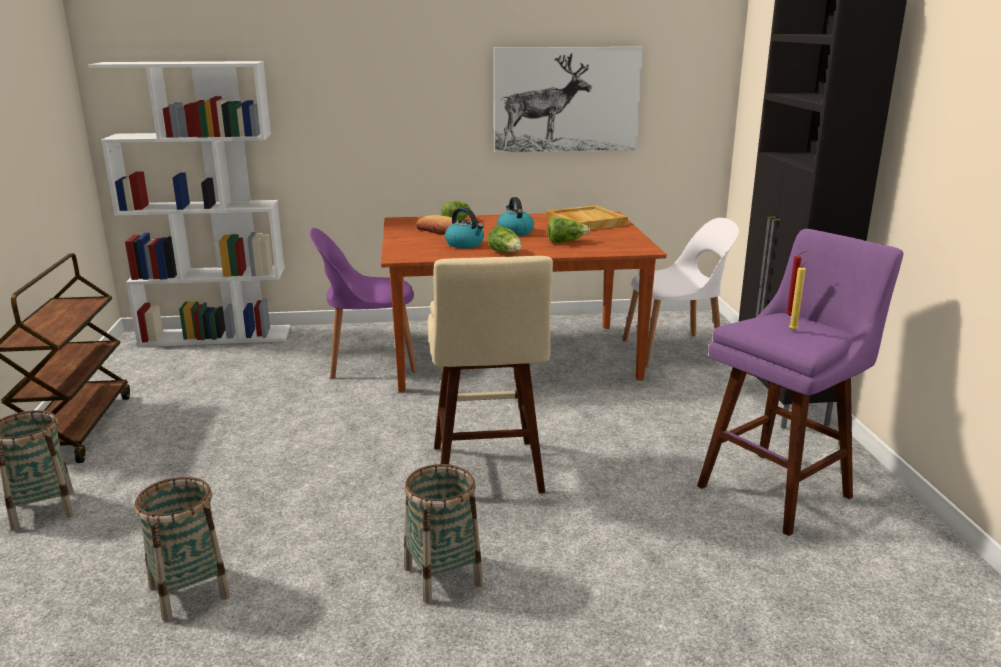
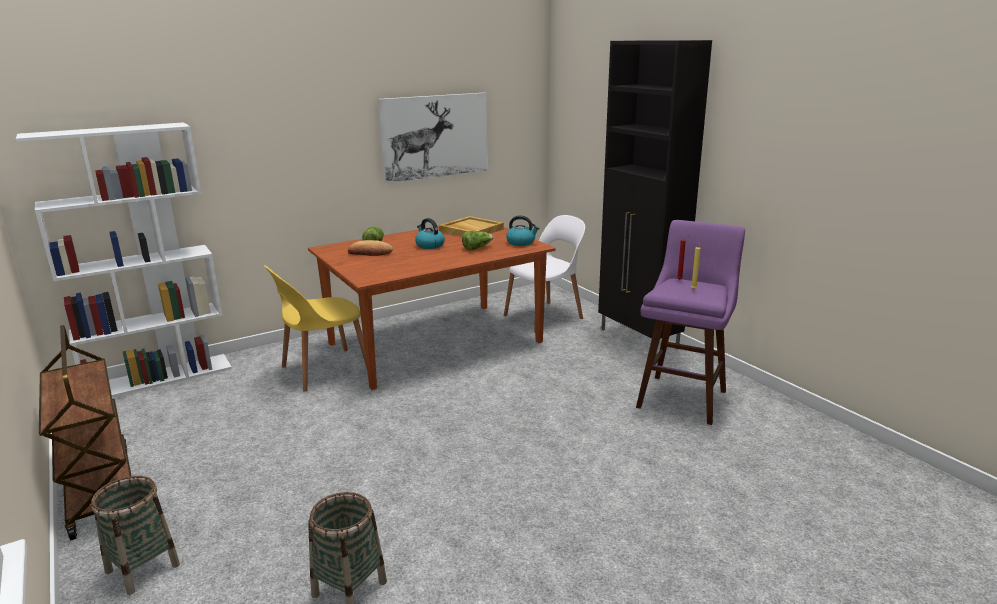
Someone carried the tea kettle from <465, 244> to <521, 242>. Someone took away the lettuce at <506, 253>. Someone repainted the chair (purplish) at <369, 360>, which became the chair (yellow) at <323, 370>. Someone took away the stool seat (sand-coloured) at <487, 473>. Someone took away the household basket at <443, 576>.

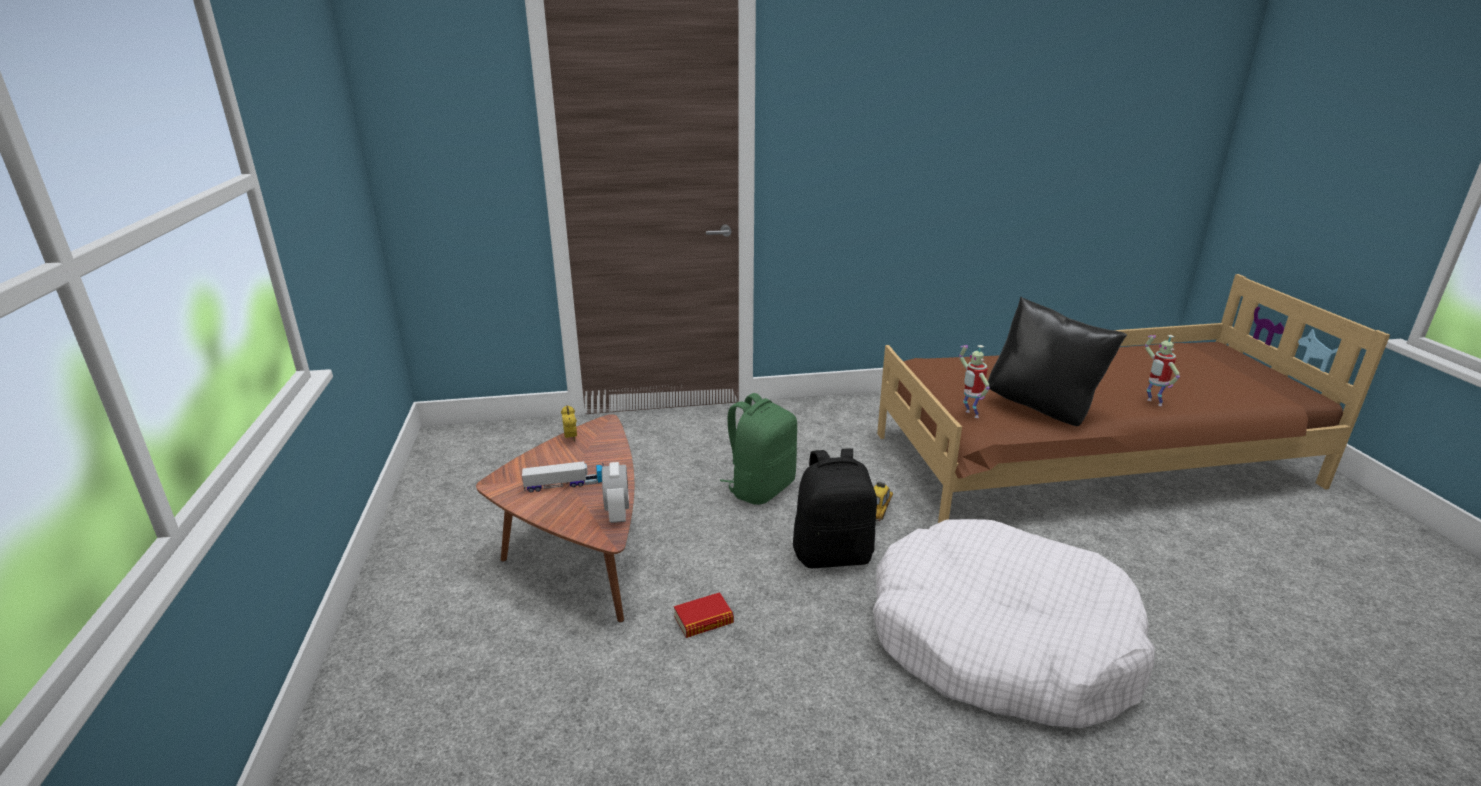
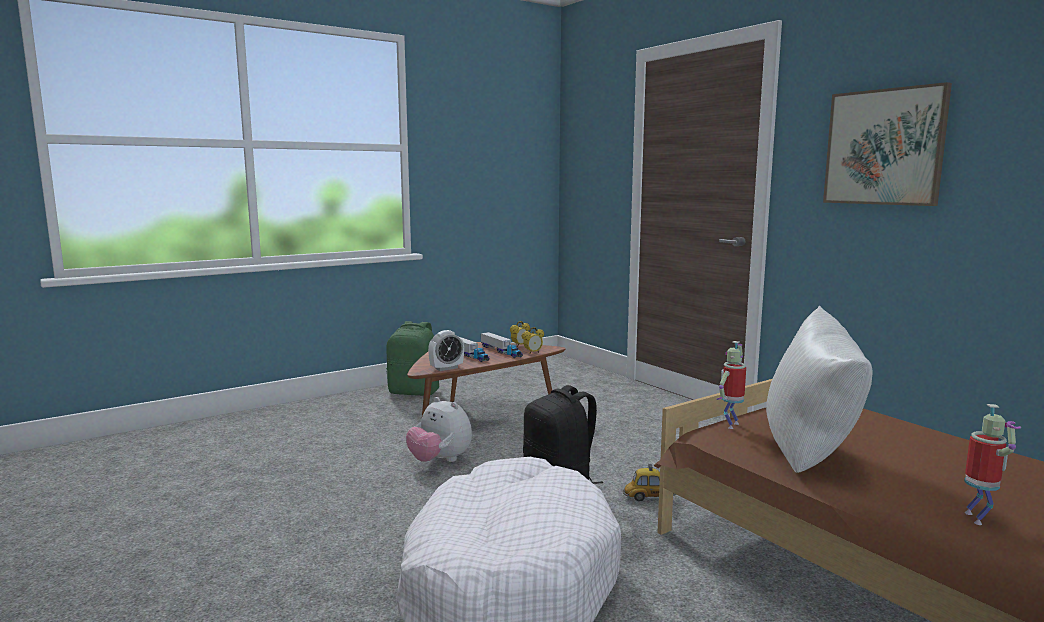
Someone repainted the throw pillow (black-coloured) at <1043, 409>, which became the throw pillow (white-coloured) at <812, 455>. Someone rotated the robot figure at <1152, 403> by 150 degrees clockwise. Someone carried the backpack (greenish) from <760, 488> to <414, 392>. Someone swapped the volume at <703, 620> for the plush toy at <440, 461>. Someone put up the wall picture at <884, 147>. Someone put down the bedside clock at <533, 353>. Someone put down the model truck at <501, 351>.

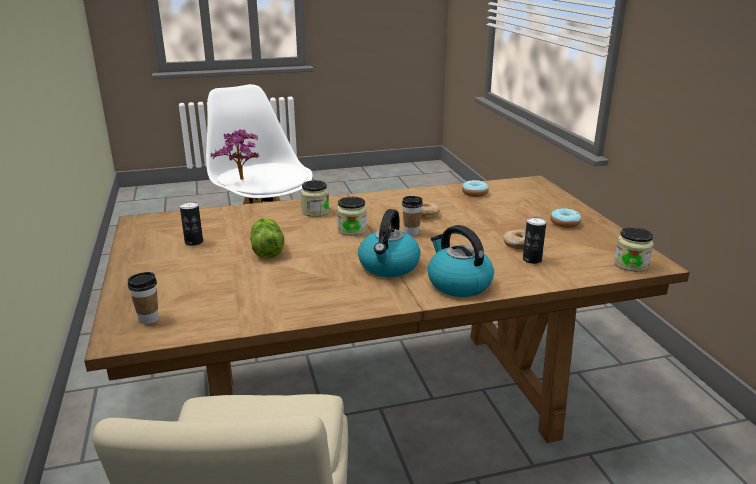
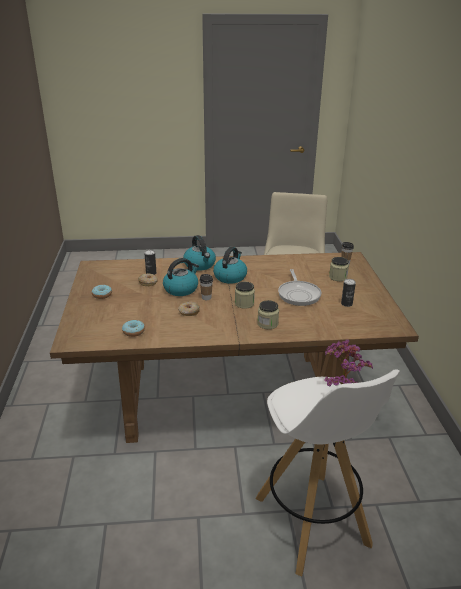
Someone swapped the lettuce at <267, 249> for the pan at <298, 294>. Someone carried the storage jar from <631, 264> to <338, 277>. Someone put down the tea kettle at <181, 289>.

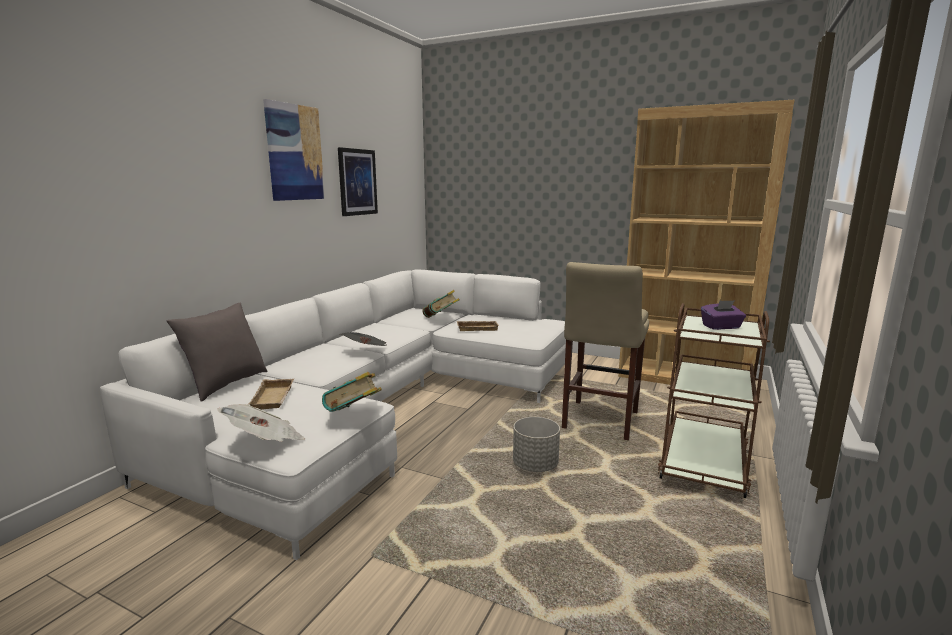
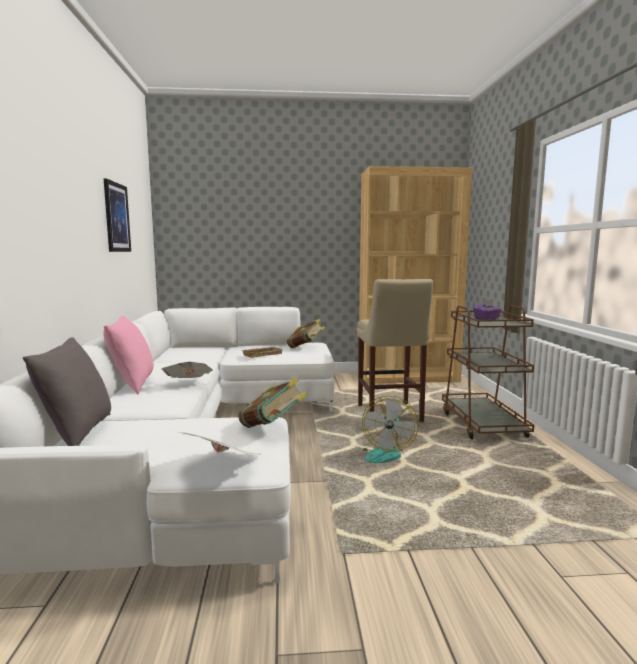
Someone took away the wall picture at <295, 153>. Someone carried the volume from <440, 319> to <305, 347>. Someone took away the carrying tray (sand-coloured) at <274, 398>. Someone swapped the flower pot (greyish) at <535, 466> for the cooling fan at <384, 453>. Someone put down the throw pillow (pink) at <132, 385>.

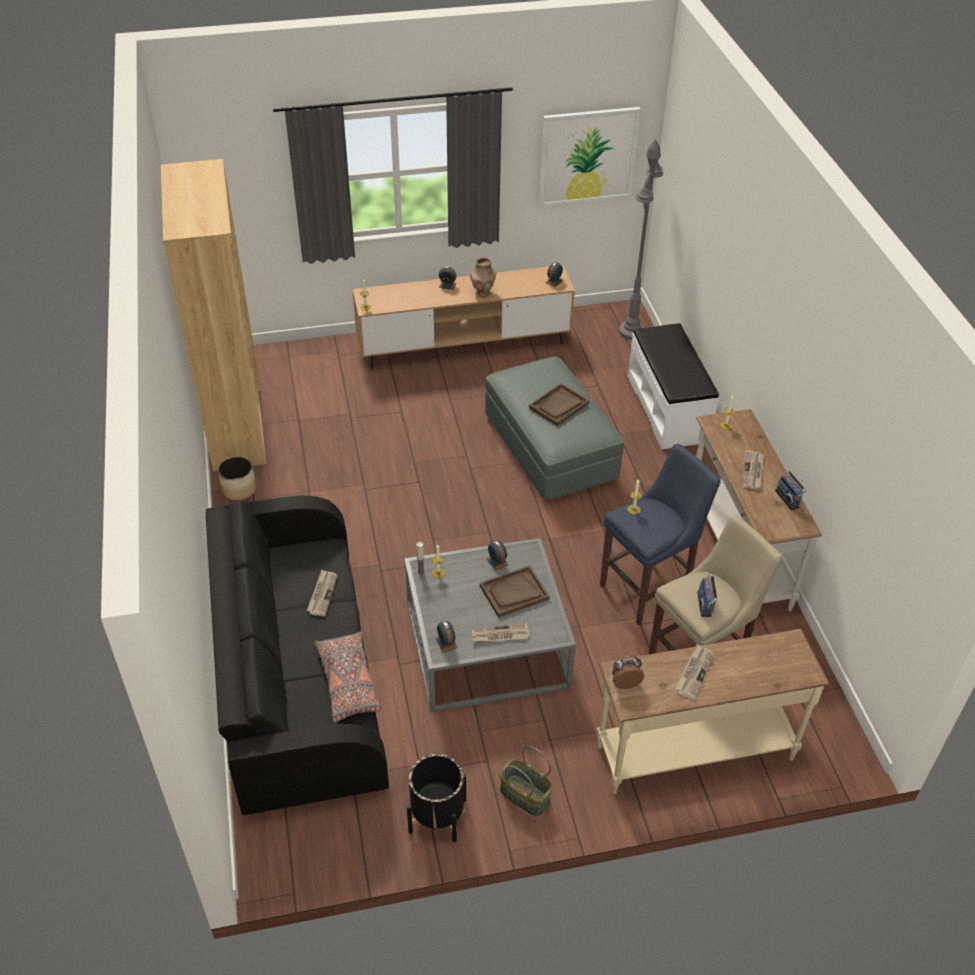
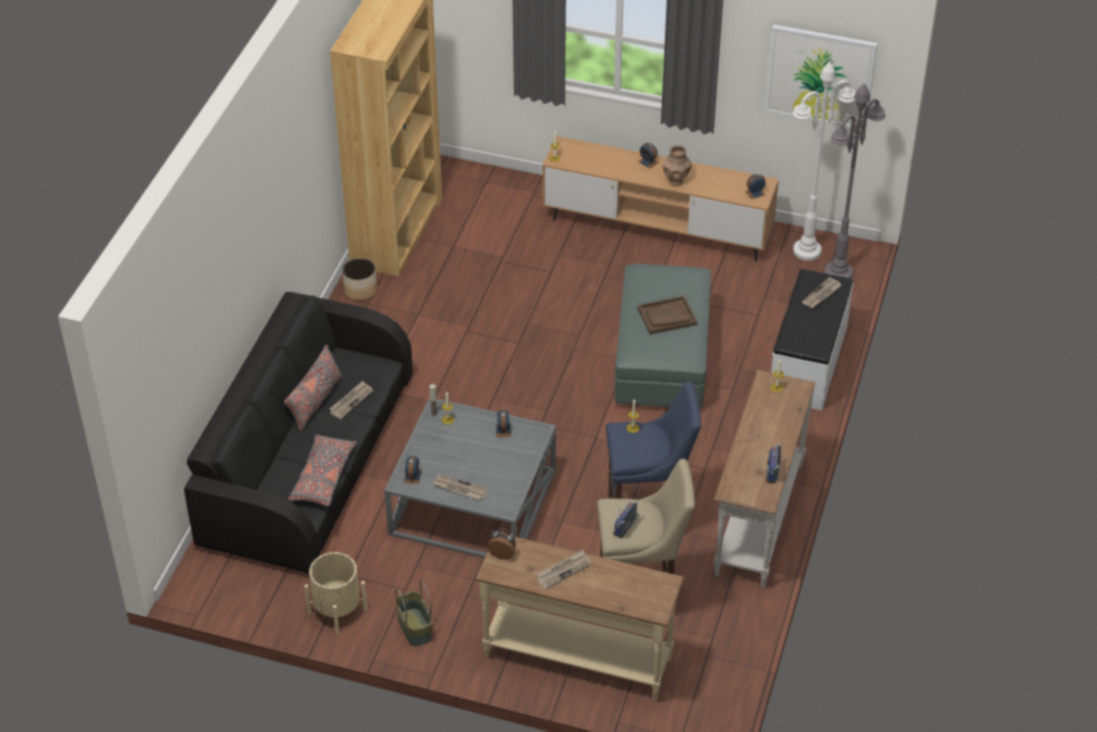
Someone carried the newspaper from <753, 471> to <821, 294>. Someone took away the carrying tray (brown) at <514, 593>. Someone repainted the flower pot (black-coloured) at <437, 816>, which became the flower pot (sand-coloured) at <337, 611>. Someone put down the standard lamp (white-coloured) at <807, 250>. Someone put down the throw pillow (greyish) at <315, 402>.

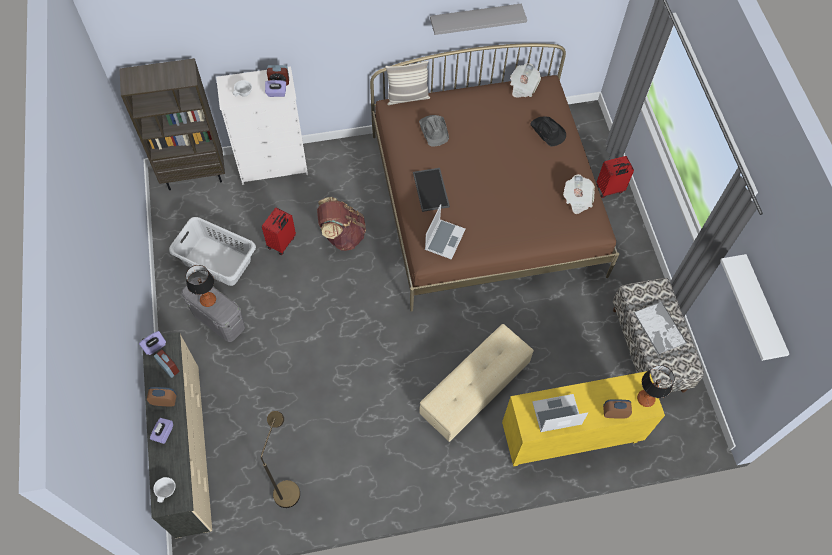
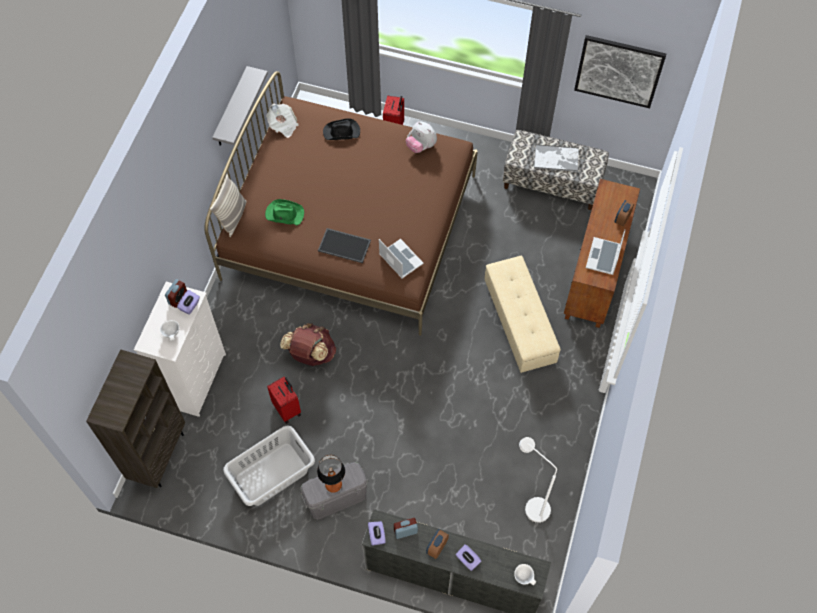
Someone repainted the wearable hat (greyish) at <434, 130>, which became the wearable hat (greenish) at <284, 214>. Someone swapped the newspaper at <577, 199> for the plush toy at <421, 146>. Someone swapped the bracket shelf (white-coloured) at <761, 309> for the wall picture at <619, 71>. Someone took away the table lamp at <645, 399>. Someone repainted the cupboard (yellow) at <569, 436>, which became the cupboard (brown) at <595, 276>. Someone repainted the standard lamp (brown) at <288, 486>, which became the standard lamp (white-coloured) at <531, 506>.

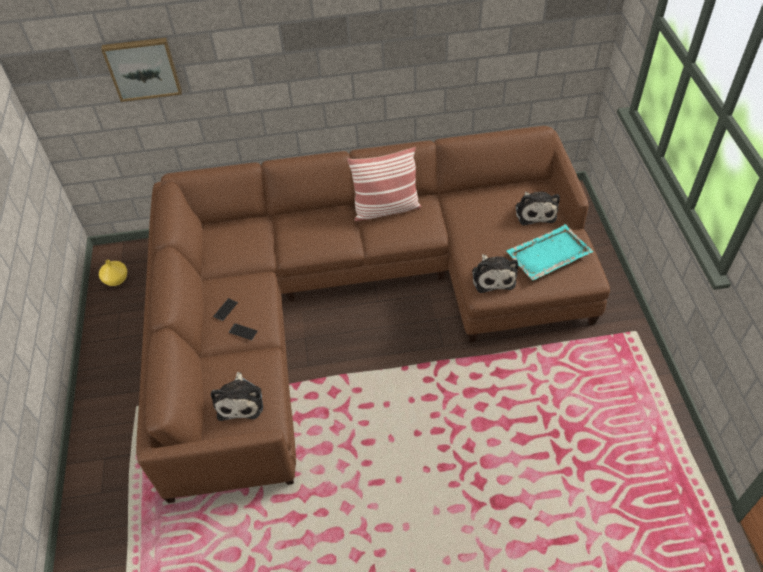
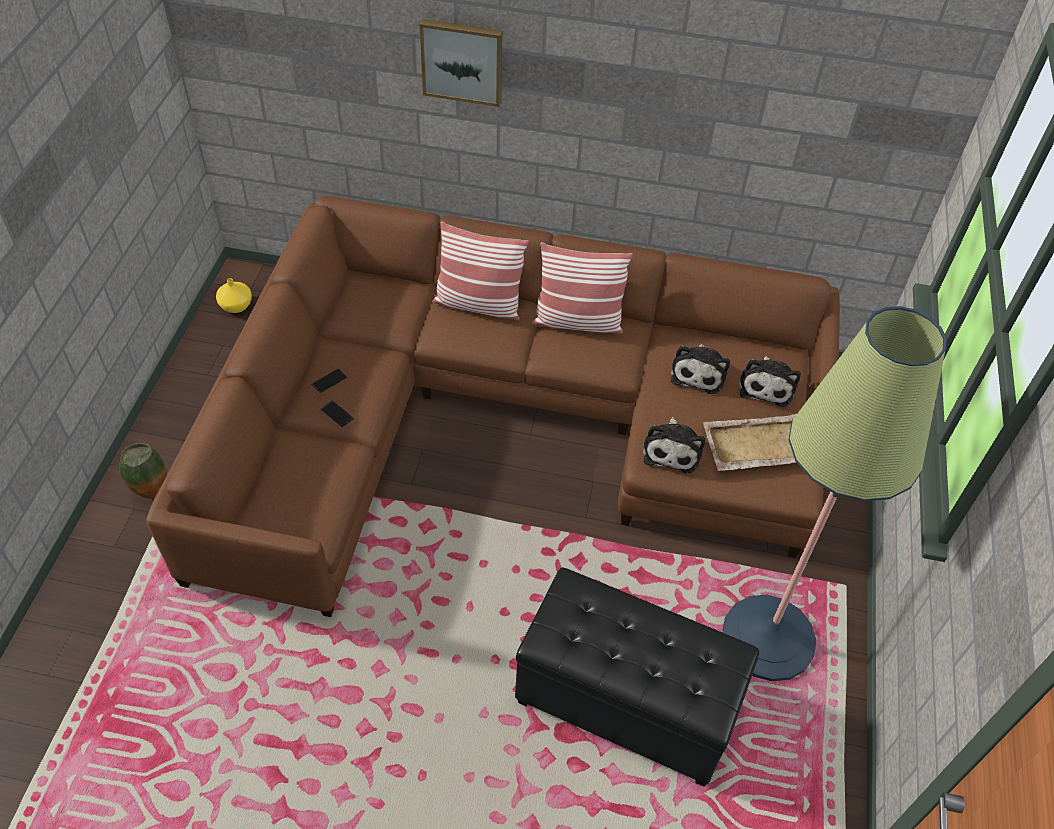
Someone carried the wall picture from <143, 68> to <462, 61>. Someone repainted the carrying tray (turquoise) at <548, 254>, which became the carrying tray (sand-coloured) at <756, 444>. Someone carried the plush toy from <240, 401> to <699, 372>. Someone put down the throw pillow at <478, 304>. Someone put down the standard lamp at <768, 638>. Someone put down the vase at <152, 493>. Someone put down the footrest (black-coloured) at <627, 699>.

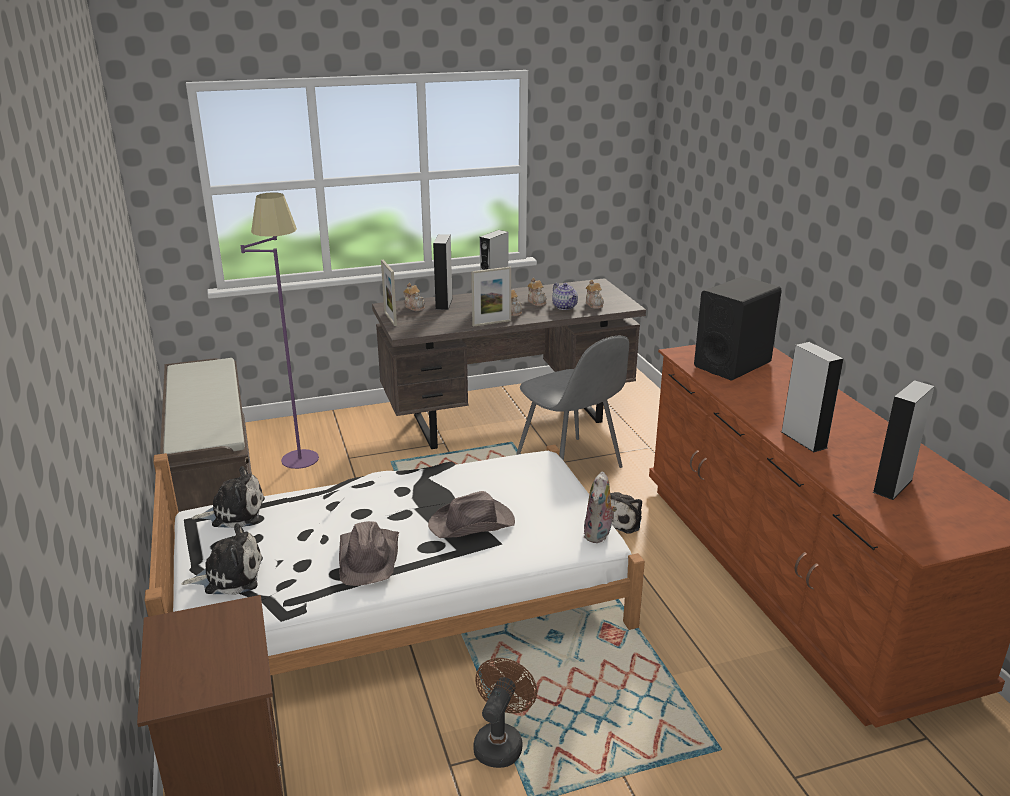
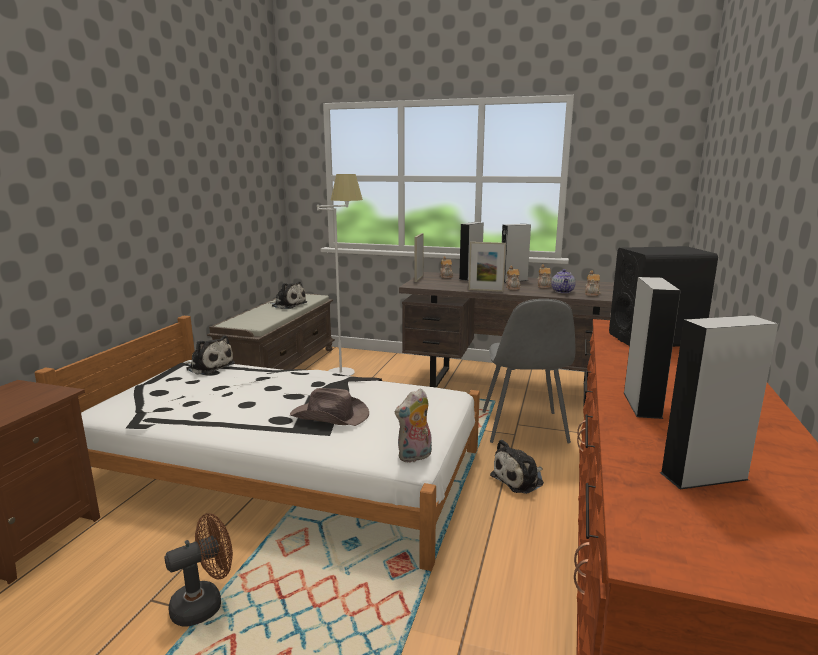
Someone repainted the standard lamp (purplish) at <298, 451>, which became the standard lamp (white-coloured) at <346, 368>. Someone took away the wearable hat (brown) at <369, 557>. Someone carried the plush toy from <229, 576> to <288, 305>.

